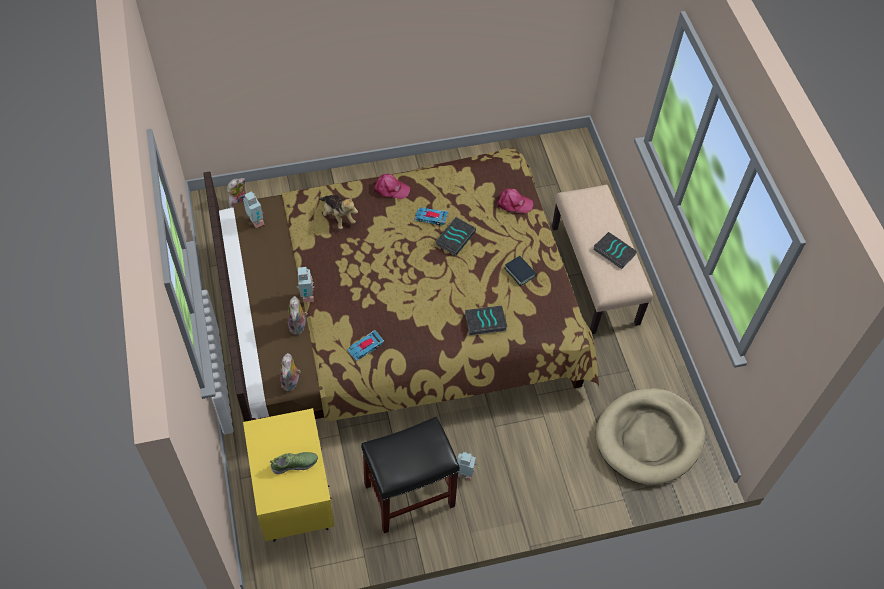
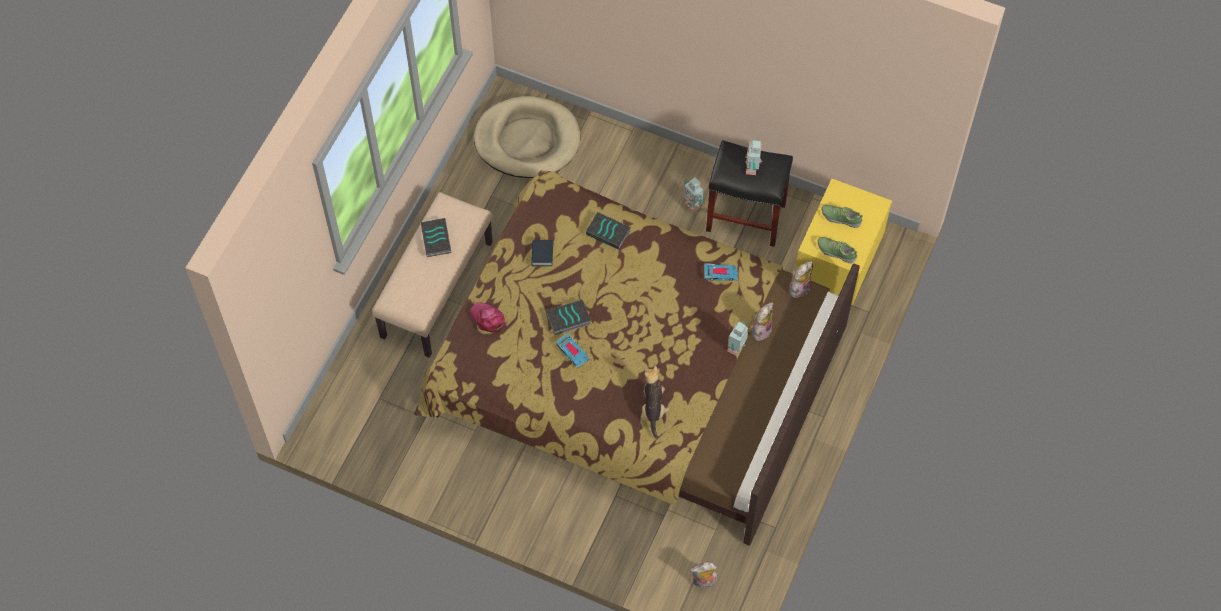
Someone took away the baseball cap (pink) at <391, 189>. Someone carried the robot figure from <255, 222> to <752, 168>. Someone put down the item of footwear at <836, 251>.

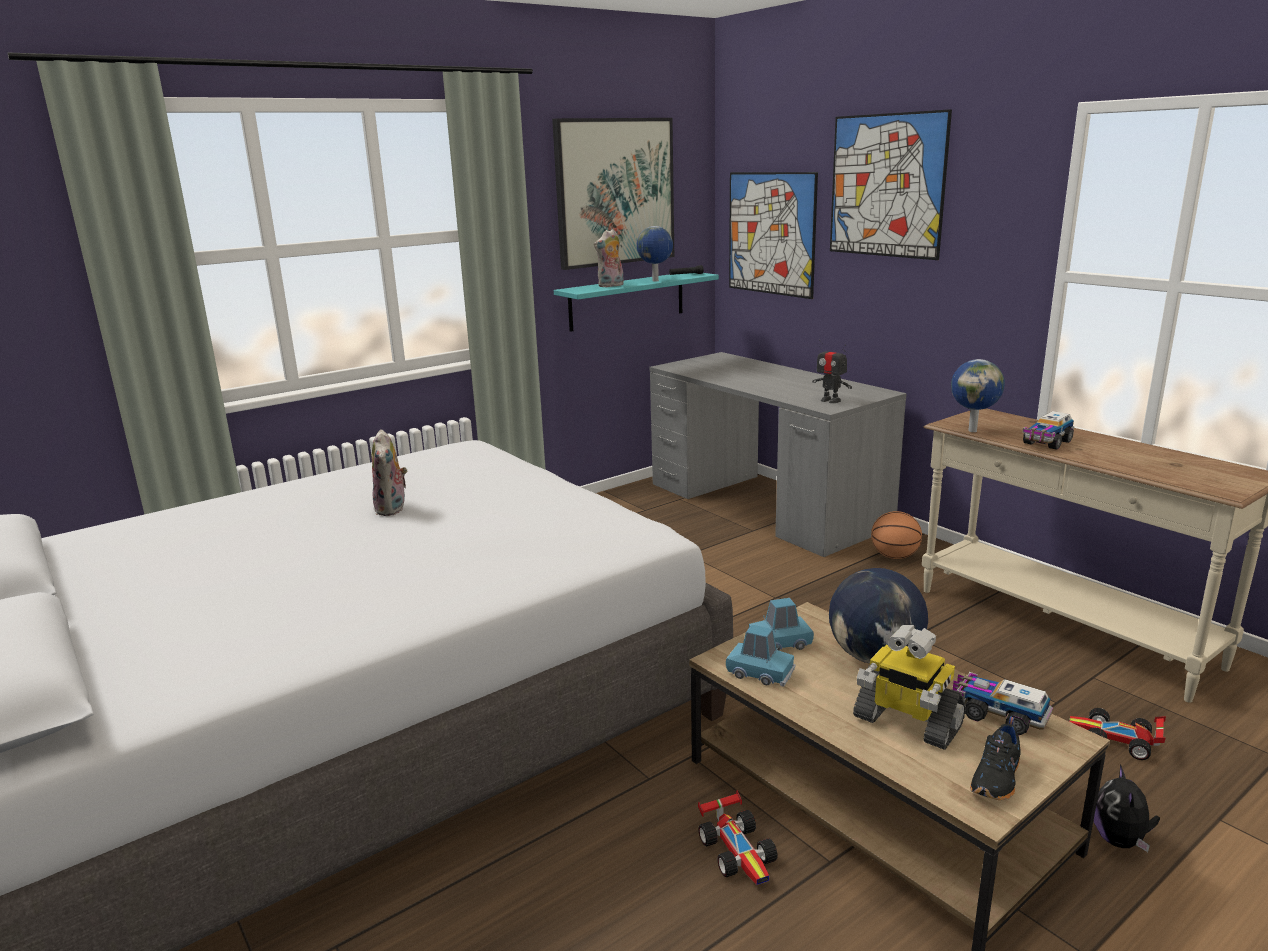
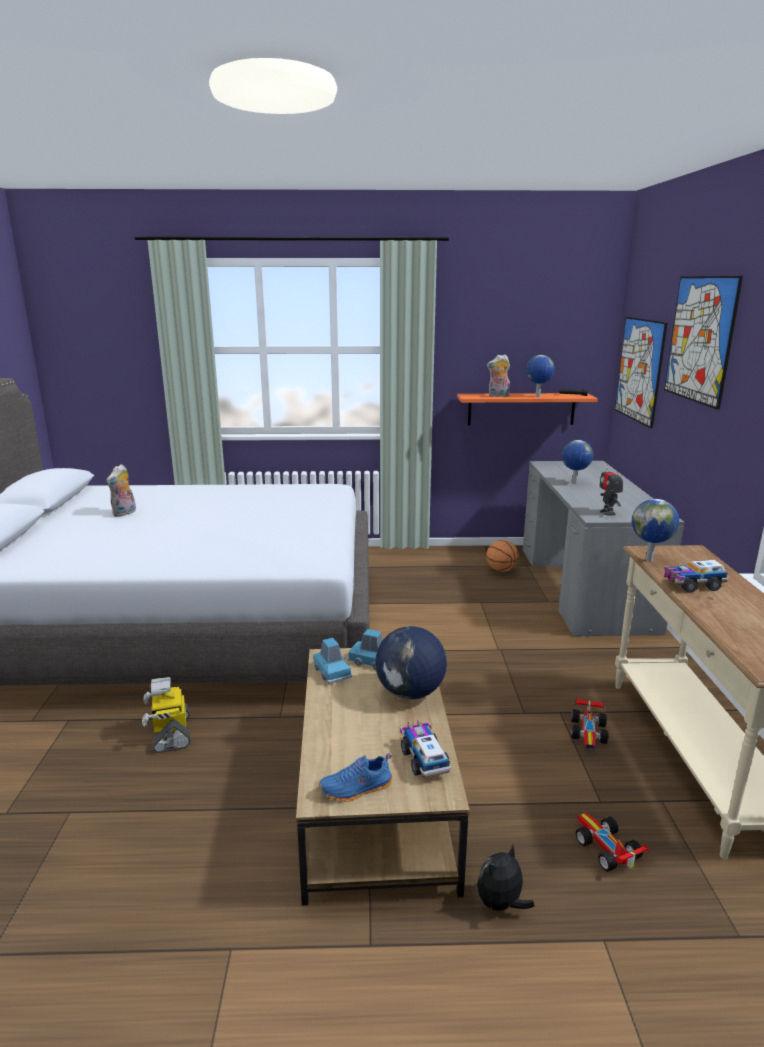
Someone took away the wall picture at <615, 192>. Someone repainted the bracket shelf (turquoise) at <627, 301>, which became the bracket shelf (orange) at <521, 409>. Someone carried the plush toy from <393, 509> to <125, 513>. Someone carried the basketball ball from <894, 557> to <501, 570>. Someone carried the robot figure from <906, 722> to <171, 733>. Someone repainted the item of footwear (black-coloured) at <997, 778>, which became the item of footwear (blue-coloured) at <356, 789>. Someone carried the miniature car from <739, 851> to <589, 732>. Someone put down the world globe at <574, 483>.

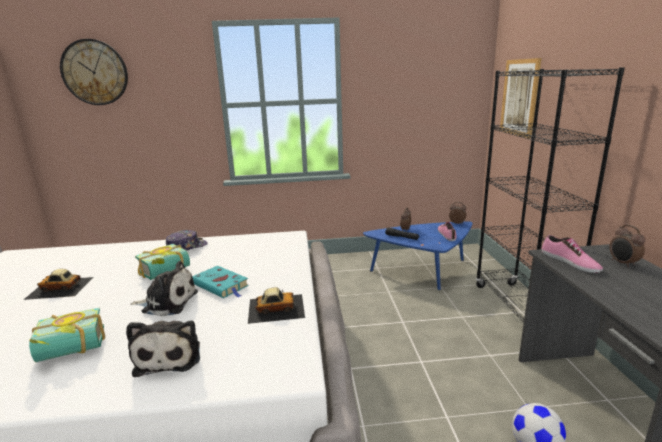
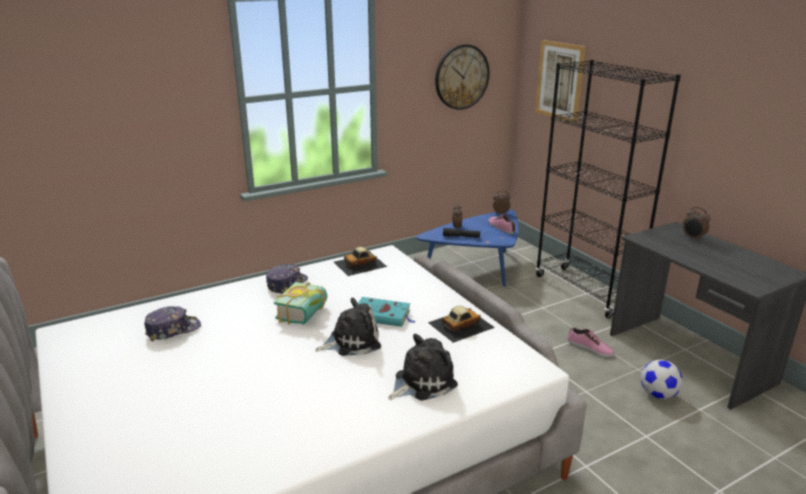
Someone carried the hanging clock from <95, 72> to <461, 77>. Someone carried the item of footwear from <569, 262> to <590, 348>. Someone carried the miniature car from <60, 288> to <360, 264>. Someone took away the volume at <71, 352>. Someone rotated the plush toy at <170, 356> by 90 degrees counterclockwise. Someone put down the baseball cap at <173, 330>.

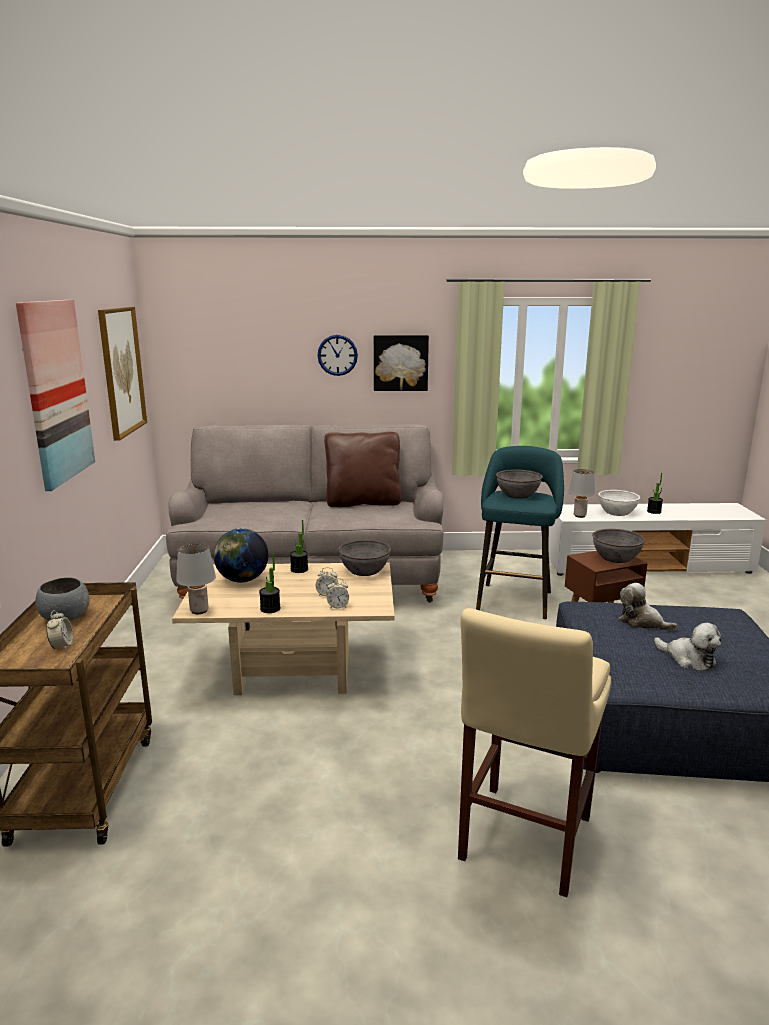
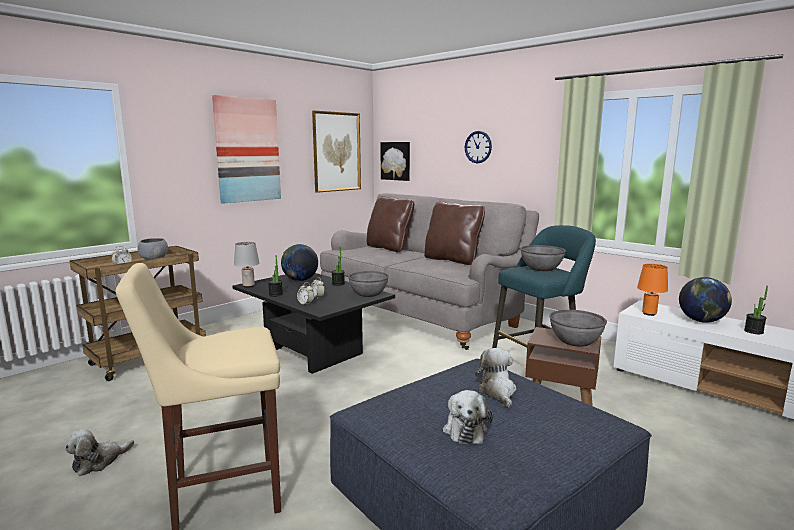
Someone carried the wall picture from <400, 363> to <396, 161>. Someone repainted the table lamp (greyish) at <579, 516>, which became the table lamp (orange) at <648, 313>. Someone swapped the deep dish (white-coloured) at <617, 512> for the world globe at <701, 321>. Someone repainted the coffee table (sand-coloured) at <294, 670>, which became the coffee table (black-coloured) at <313, 352>. Someone put down the throw pillow (brown) at <389, 248>. Someone put down the plush toy at <99, 462>.

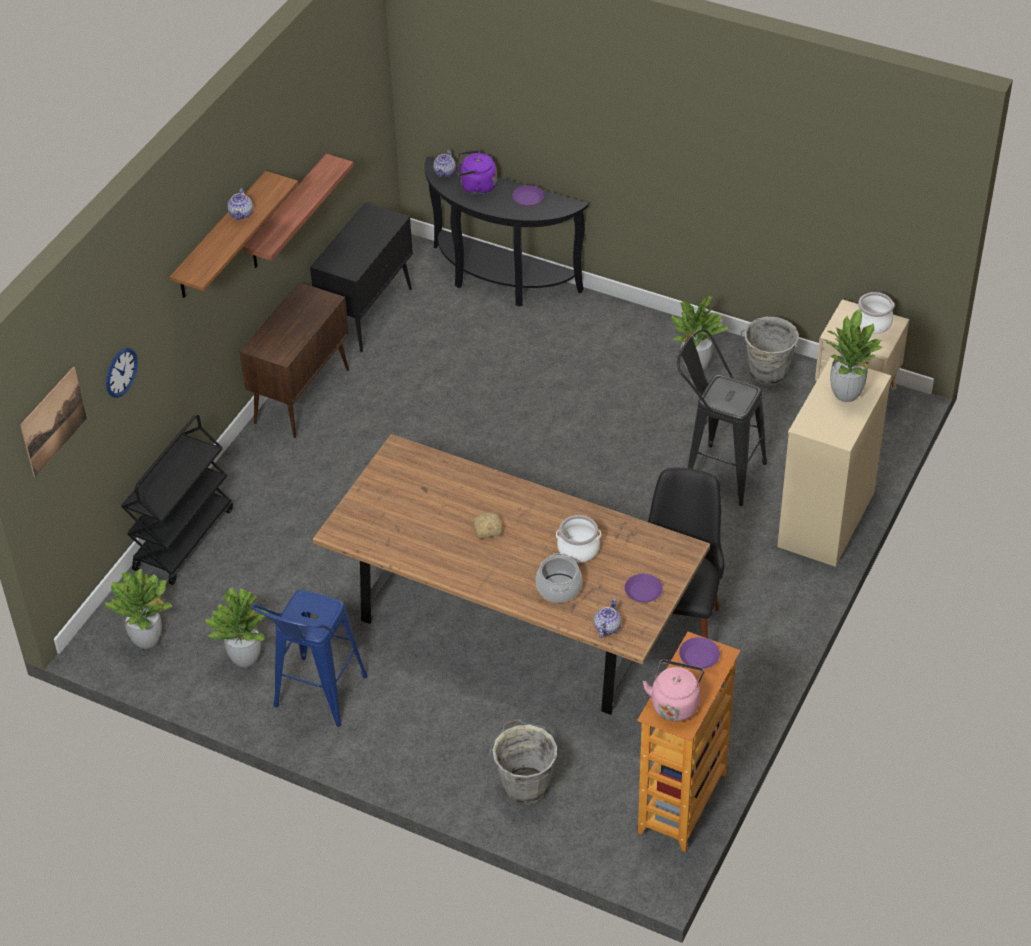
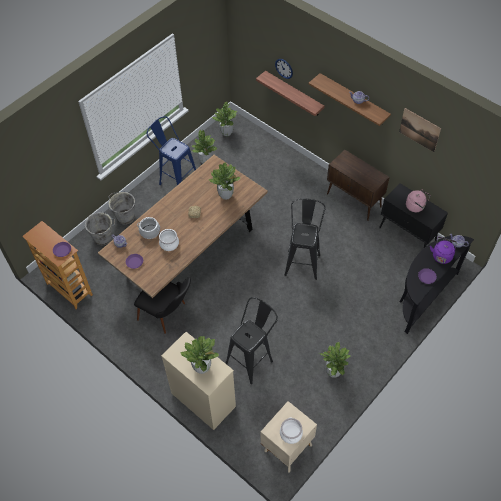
Someone carried the bracket shelf from <287, 213> to <294, 94>. Someone carried the bucket (greyish) from <767, 374> to <125, 217>. Someone carried the wall picture from <53, 421> to <419, 130>. Someone took away the cart (black-coloured) at <183, 538>. Someone carried the tea kettle (pink) from <675, 703> to <416, 206>. Someone put down the houseplant at <226, 195>. Someone put down the stool seat (black-coloured) at <303, 261>.

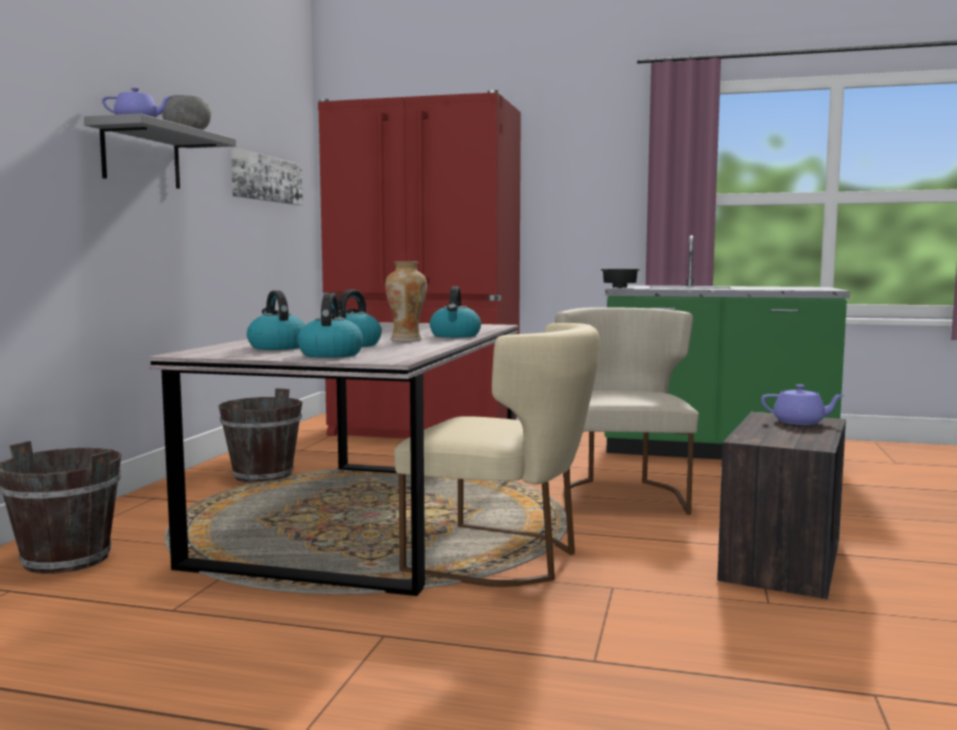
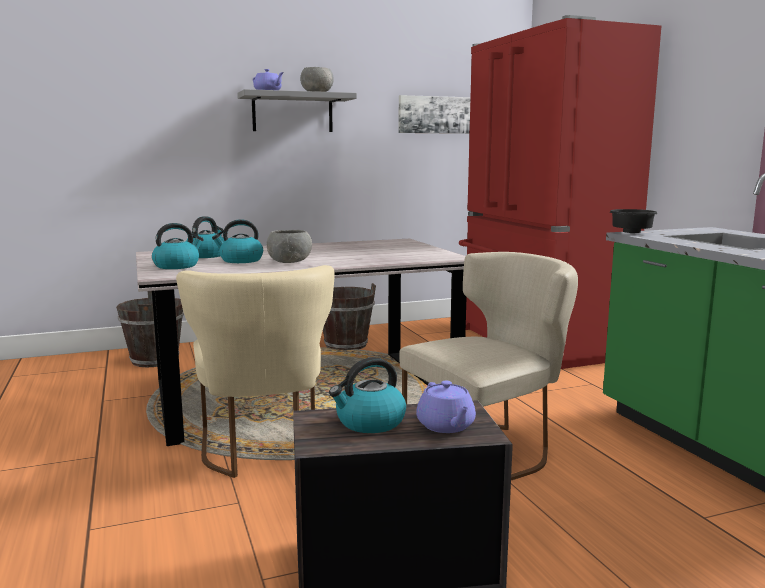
Someone swapped the vase at <407, 340> for the deep dish (greyish) at <290, 262>. Someone carried the tea kettle from <455, 336> to <369, 422>.

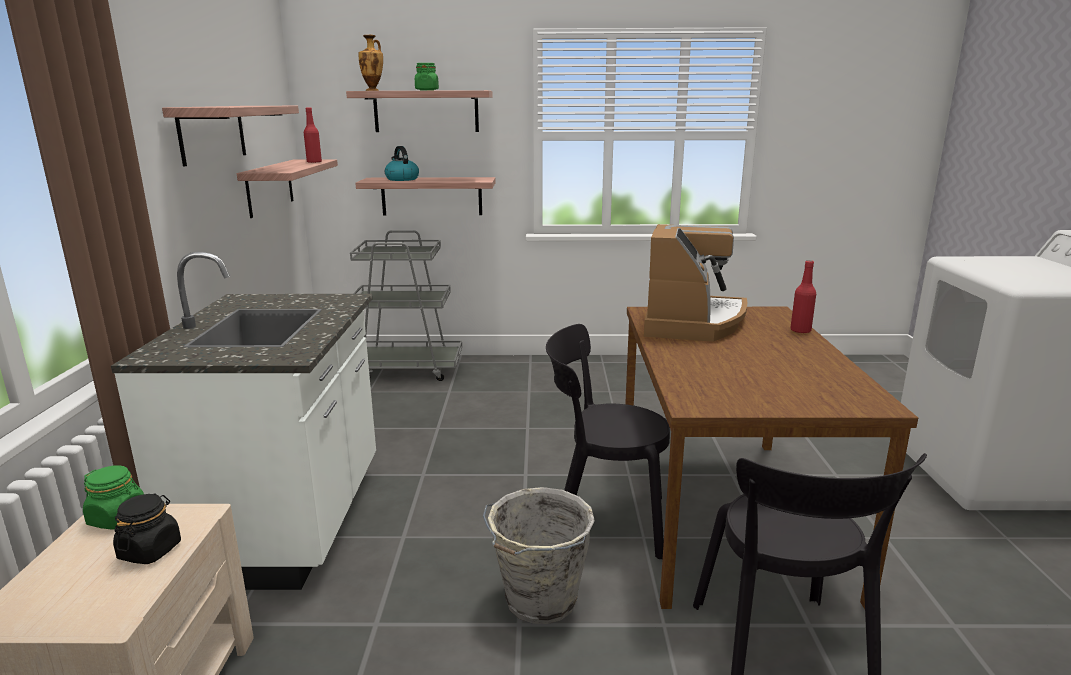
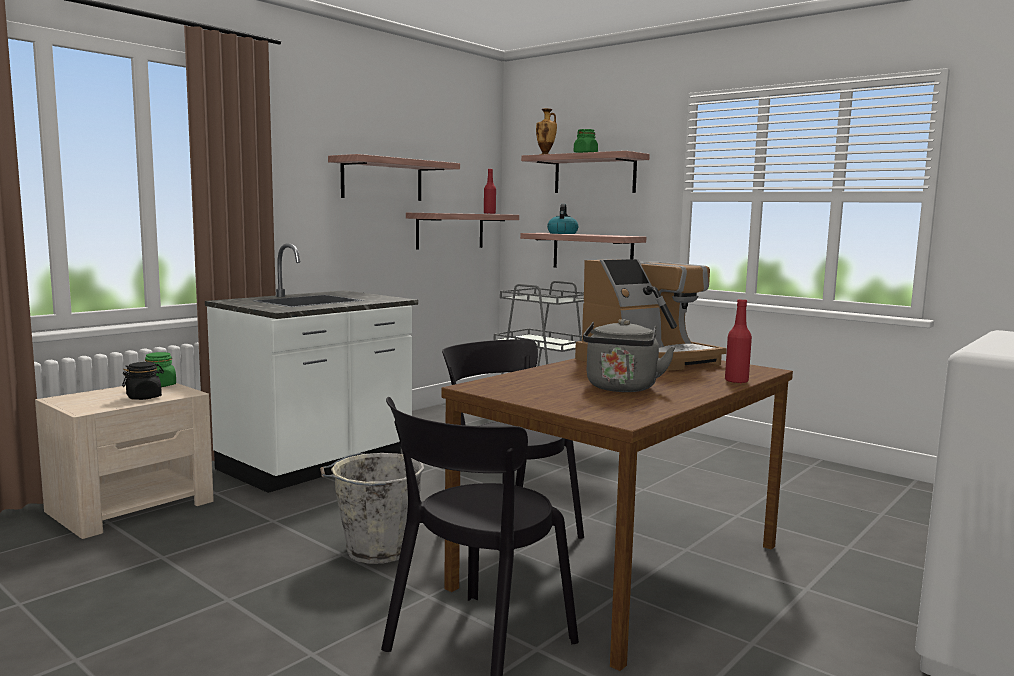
Someone put down the tea kettle (greyish) at <621, 388>.

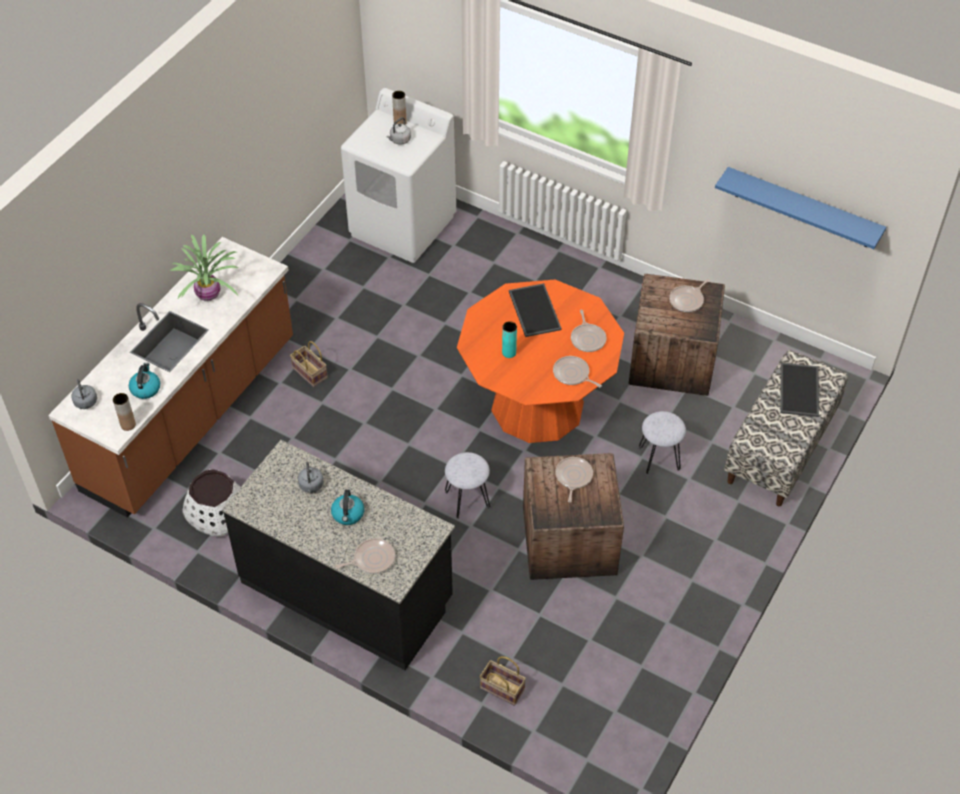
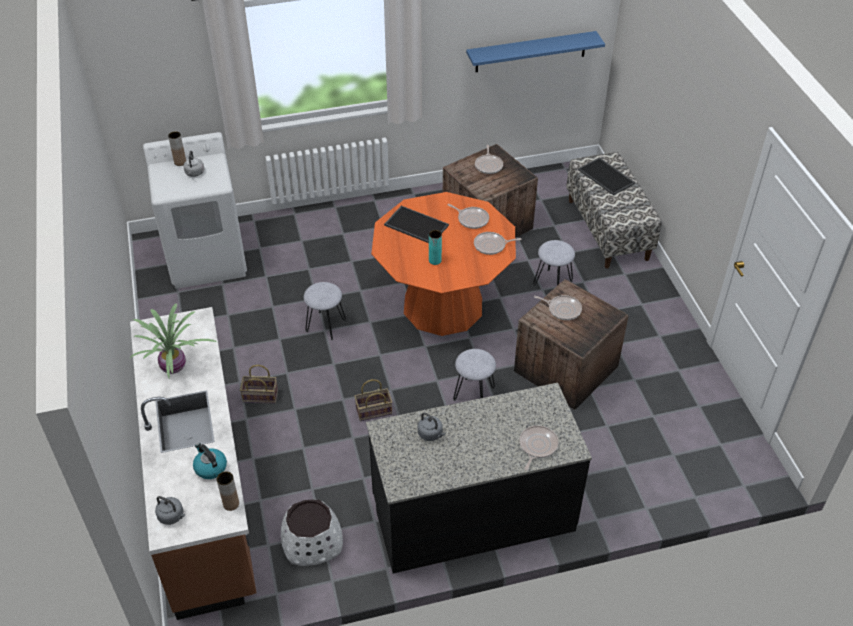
Someone rotated the pan at <573, 477> by 150 degrees clockwise. Someone took away the tea kettle at <348, 514>. Someone carried the household basket from <501, 689> to <373, 412>. Someone put down the stool seat (greyish) at <325, 325>.

